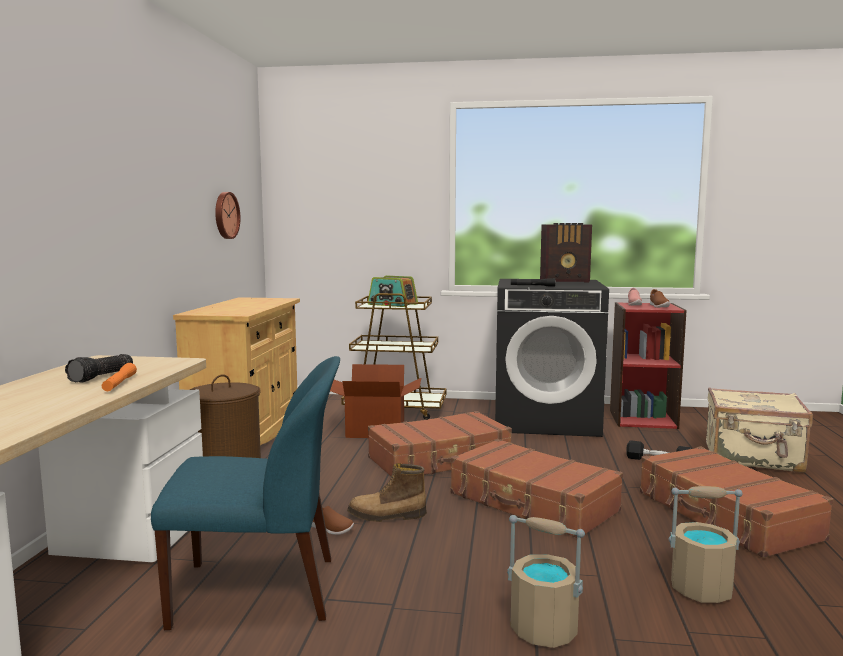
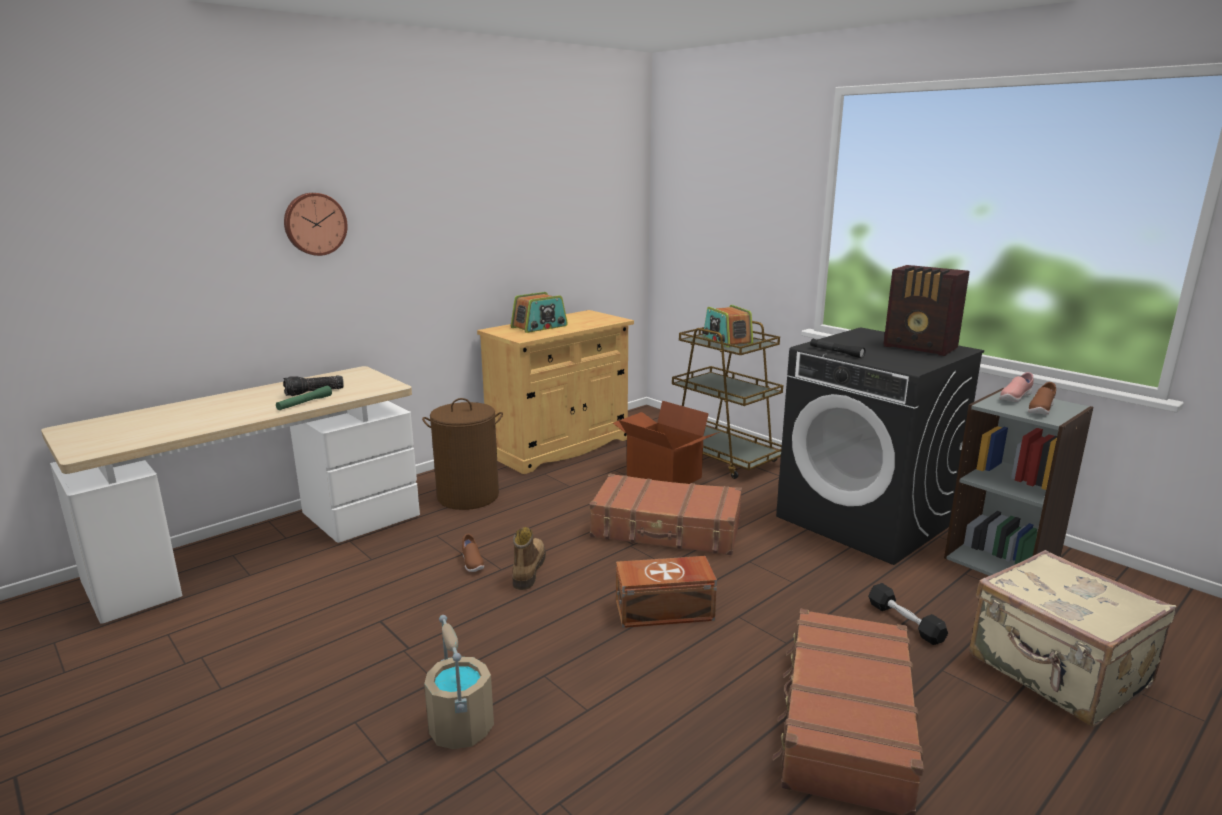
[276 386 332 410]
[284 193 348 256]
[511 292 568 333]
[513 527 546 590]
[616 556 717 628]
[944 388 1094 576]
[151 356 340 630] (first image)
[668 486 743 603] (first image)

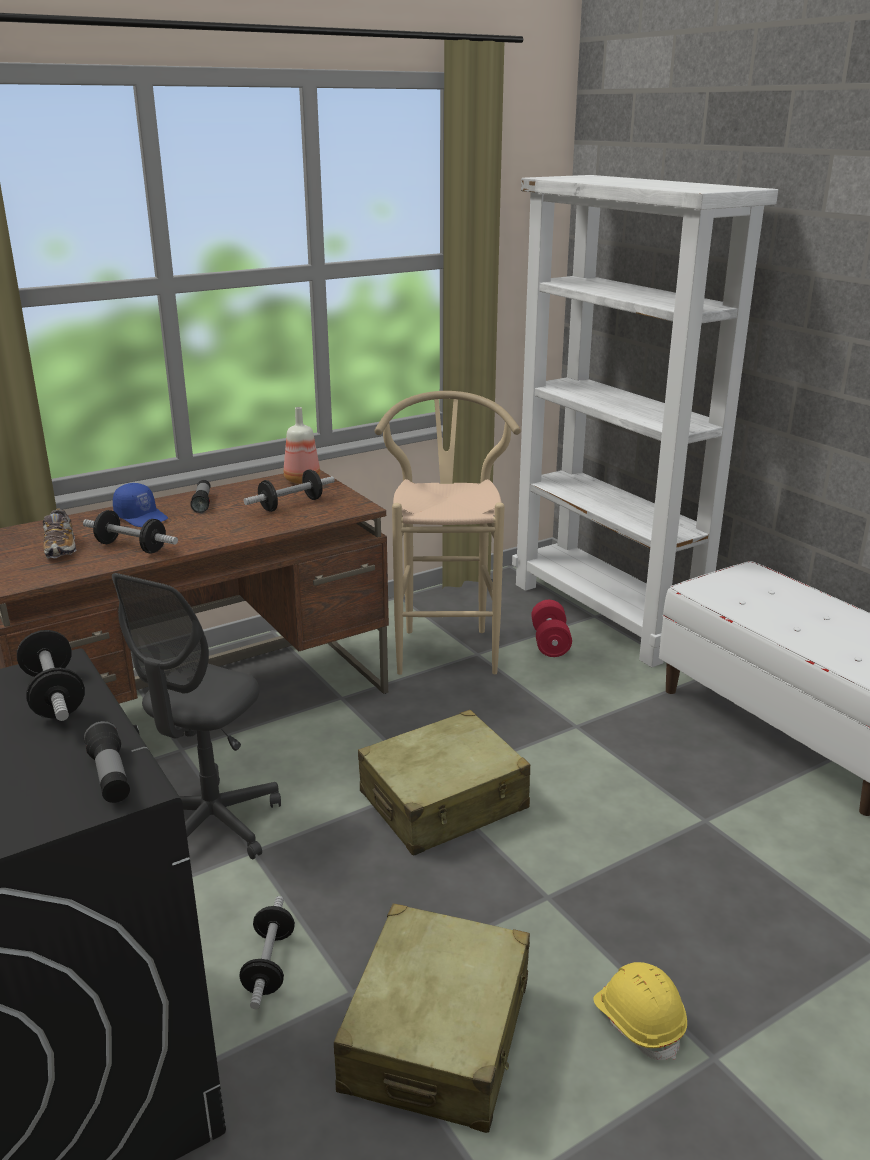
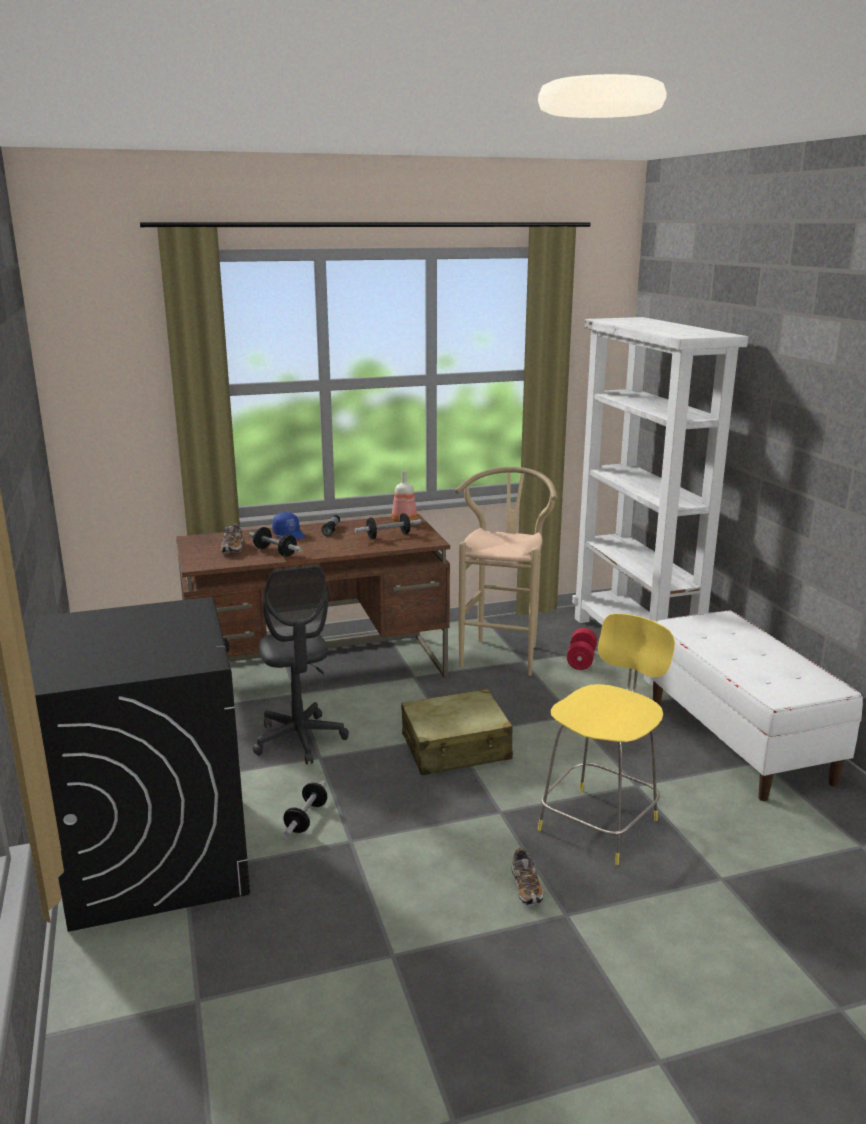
[253 565 349 765]
[511 847 543 906]
[538 613 675 865]
[17 630 85 721] (first image)
[84 721 130 803] (first image)
[334 904 530 1133] (first image)

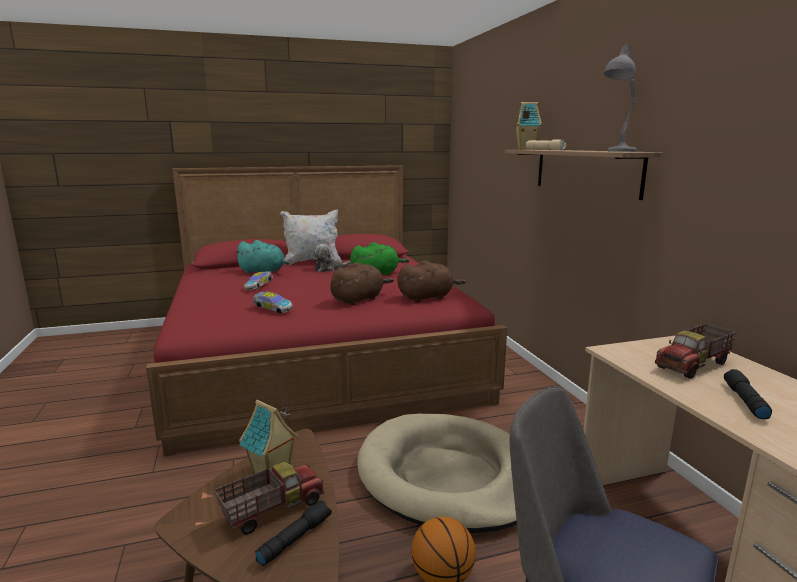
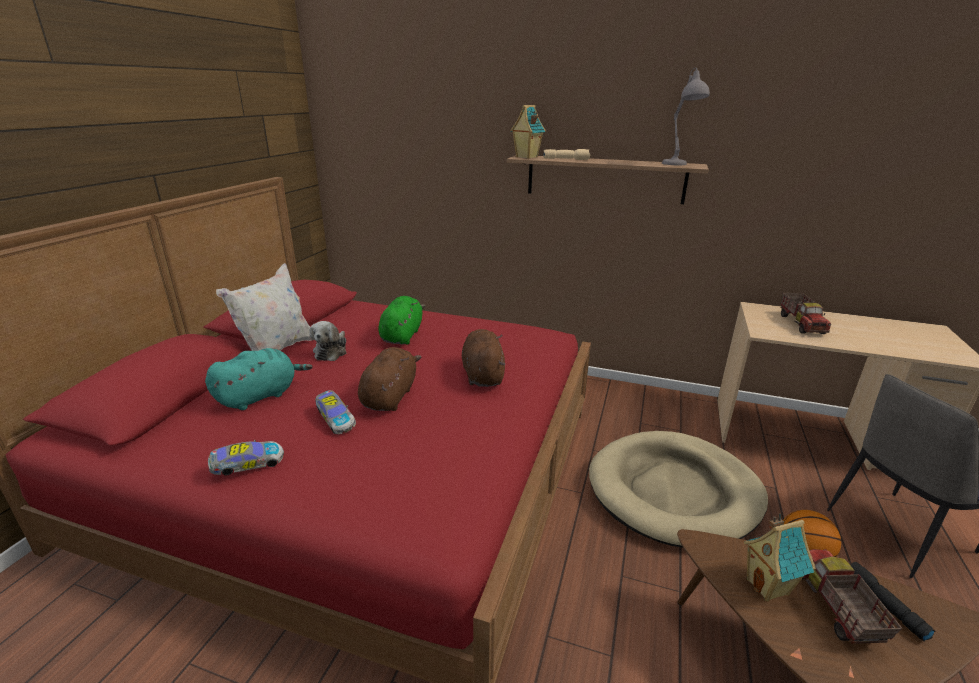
[208 440 284 475]
[358 347 421 411]
[724 369 772 419] (first image)

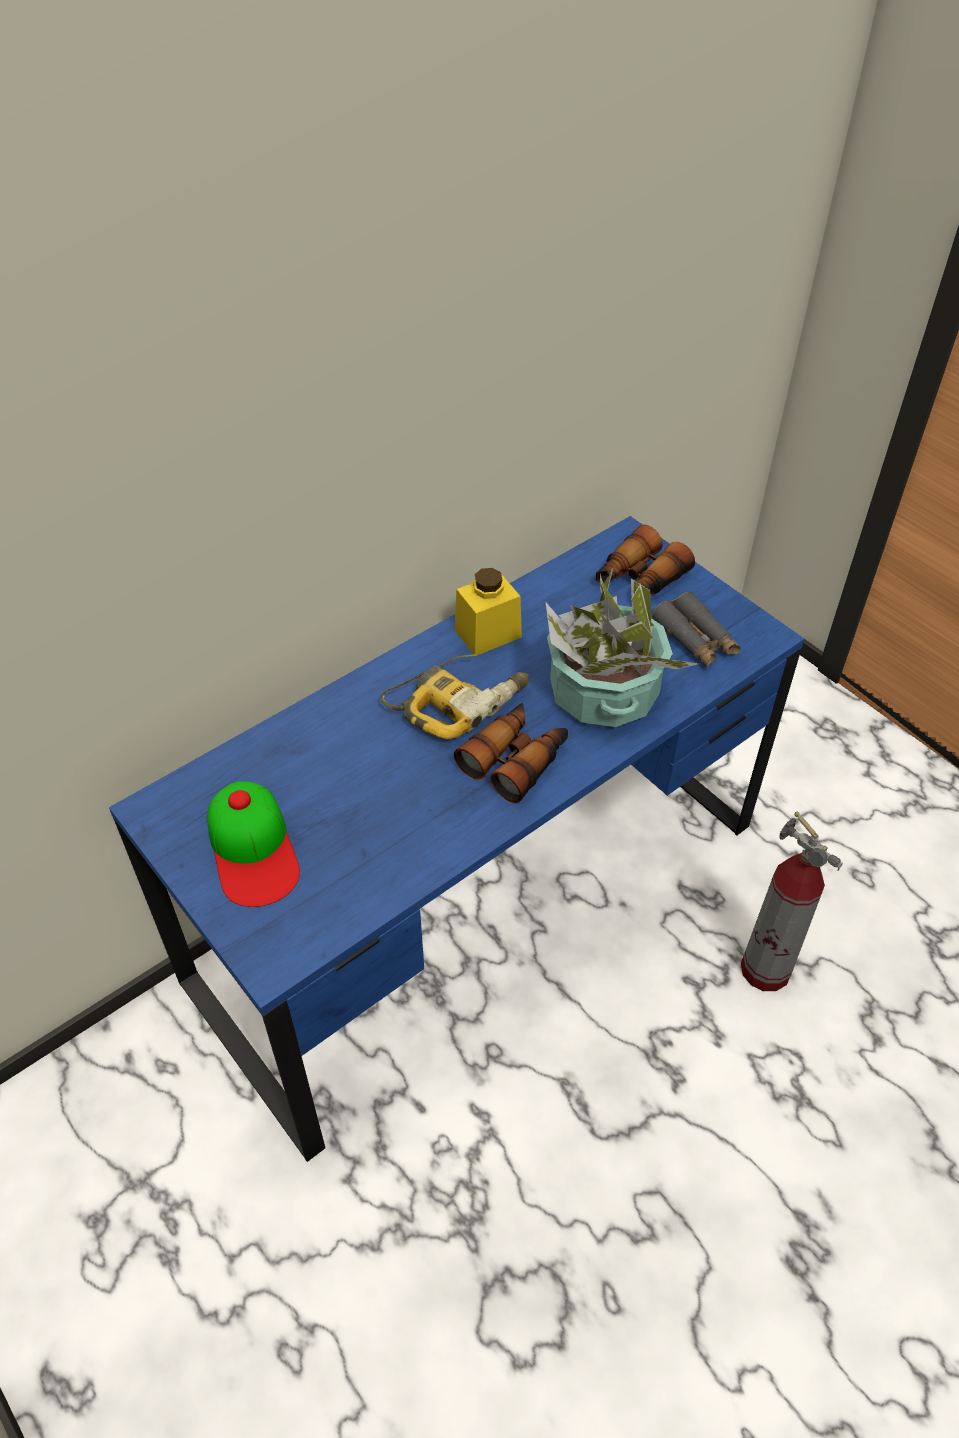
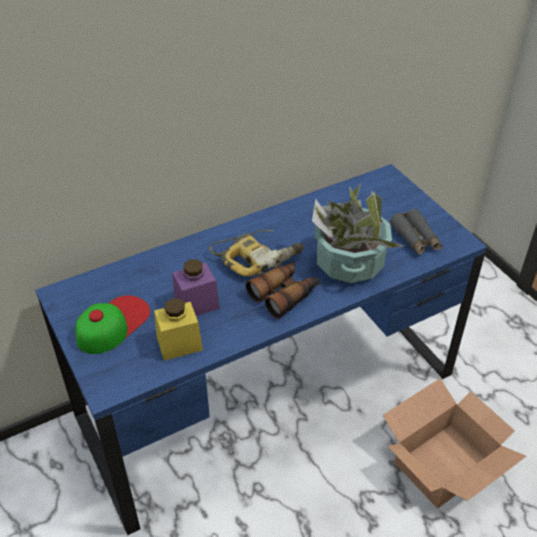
[75 296 150 354]
[154 298 203 361]
[173 259 220 316]
[383 378 526 508]
[596 525 695 594] (first image)

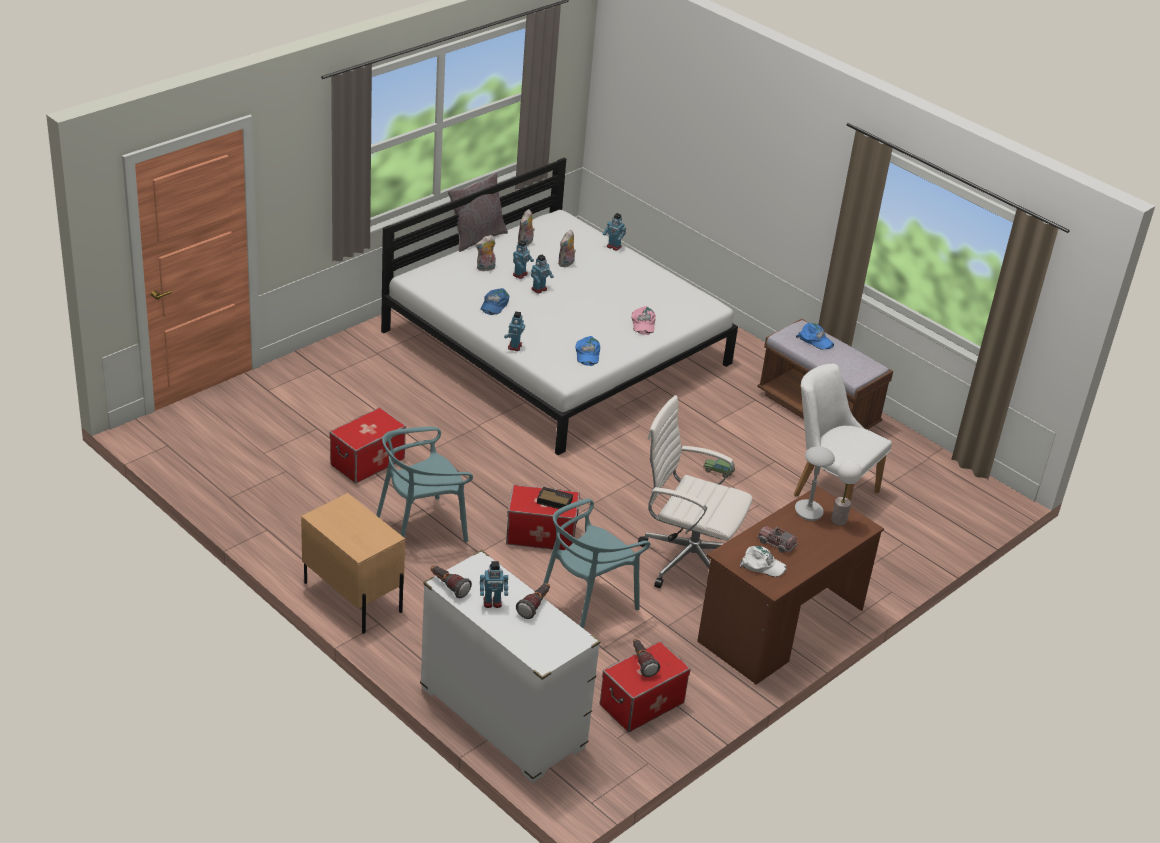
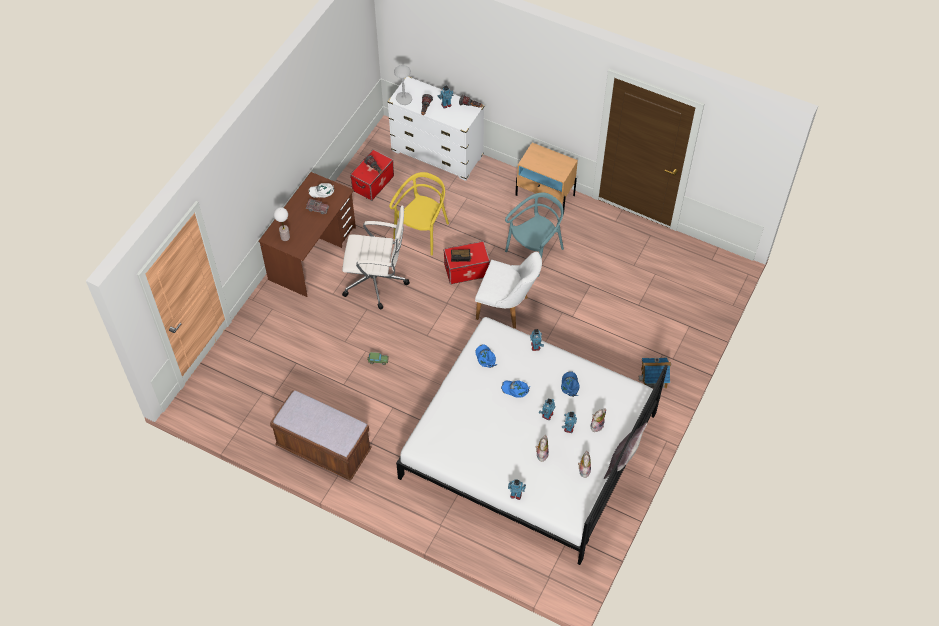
[389 172 449 255]
[394 65 412 105]
[475 252 542 329]
[501 381 530 398]
[639 357 671 388]
[330 407 406 484] (first image)
[631 306 656 335] (first image)

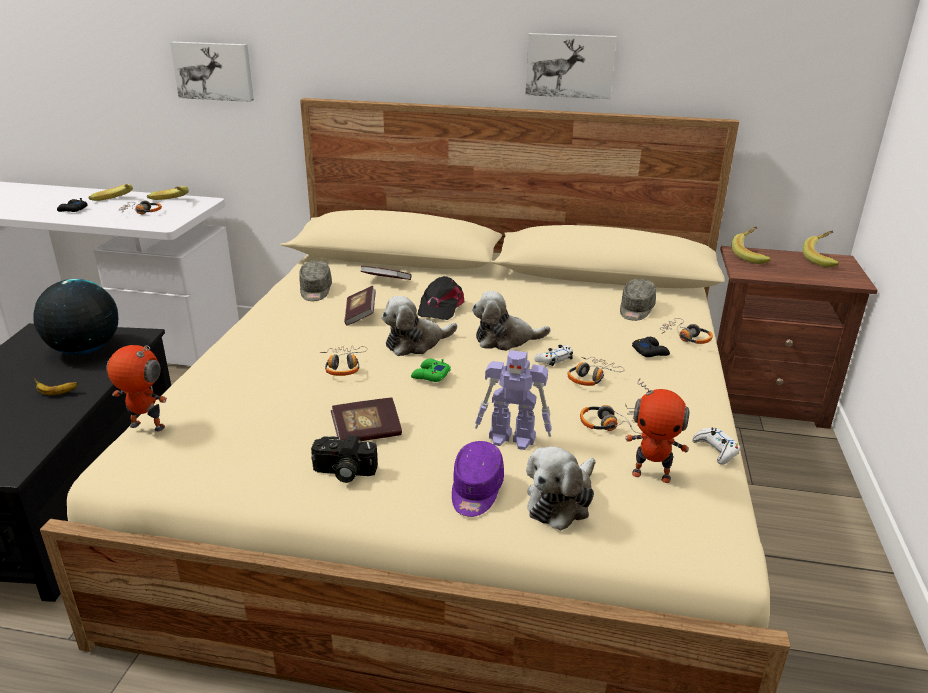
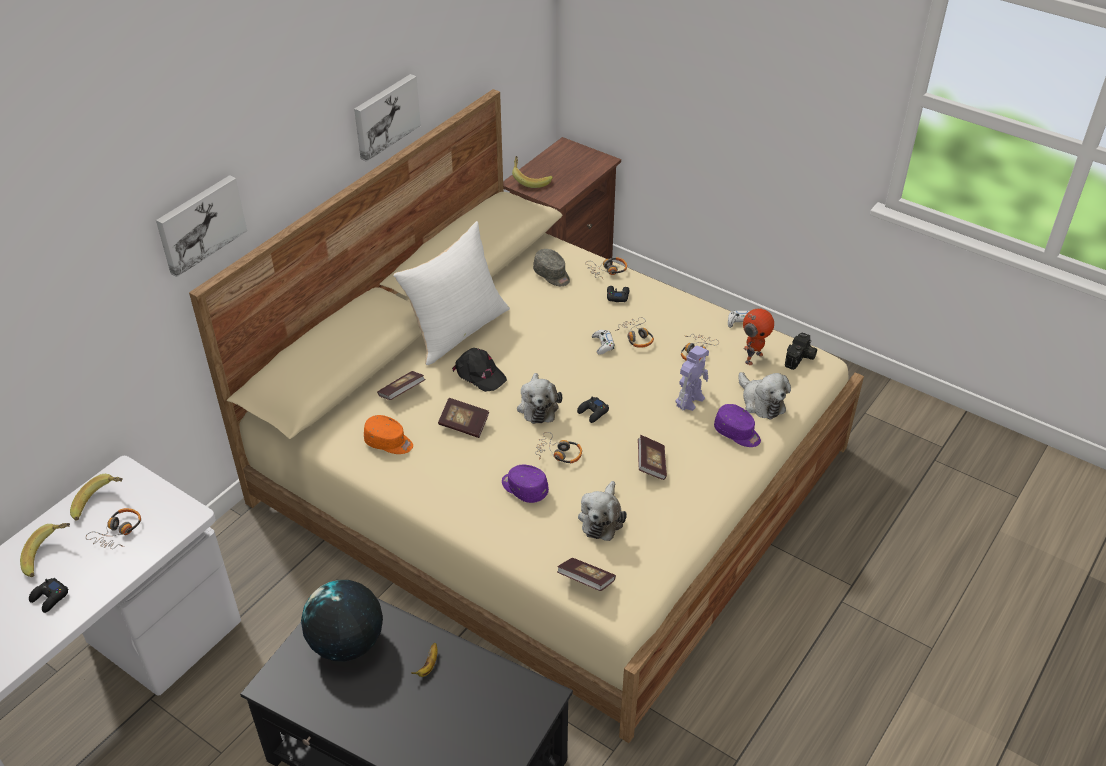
[156 175 247 277]
[364 415 413 454]
[393 221 510 365]
[502 465 549 503]
[557 558 616 591]
[577 396 609 423]
[578 481 627 541]
[785 333 817 370]
[802 231 839 267] (first image)

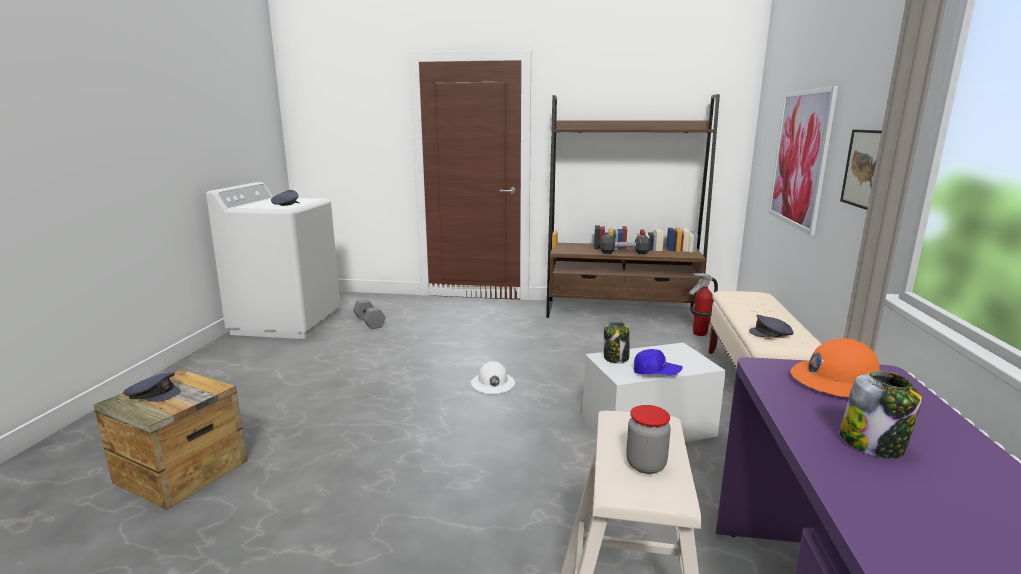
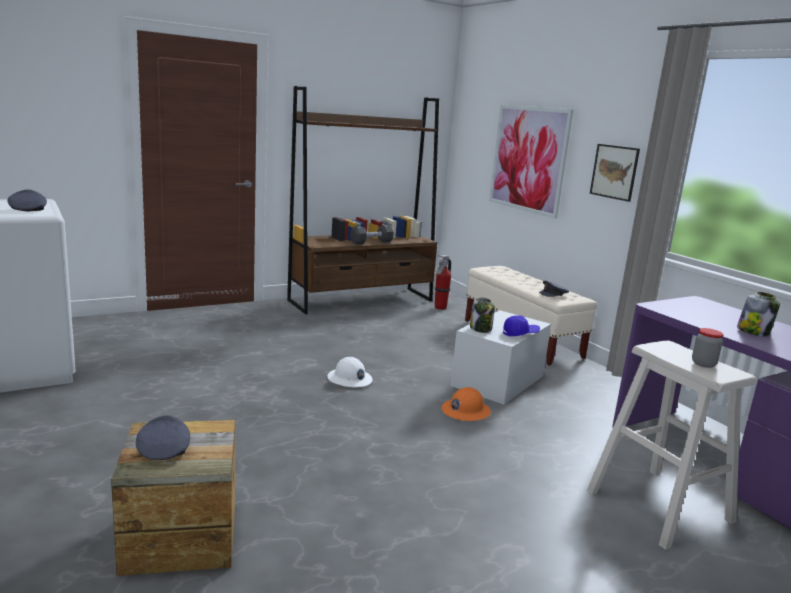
[136 415 190 460]
[442 387 491 421]
[353 299 386 329] (first image)

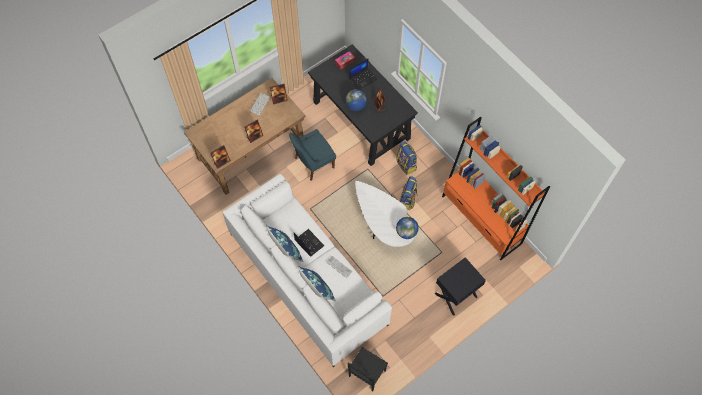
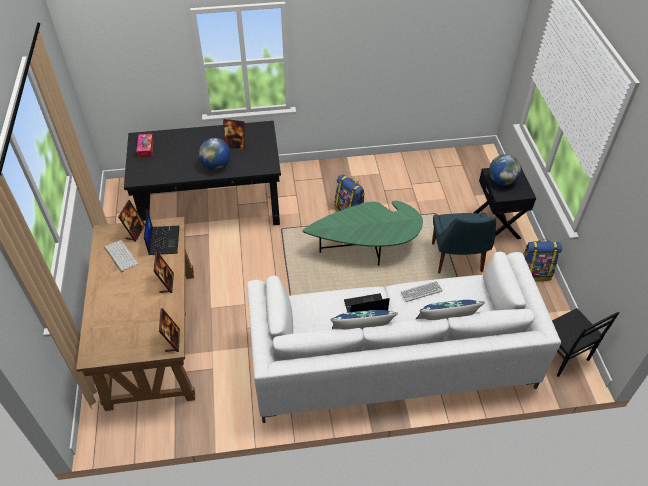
[144 209 179 255]
[303 201 423 266]
[432 213 496 273]
[489 154 521 185]
[523 239 562 281]
[442 117 550 260] (first image)

